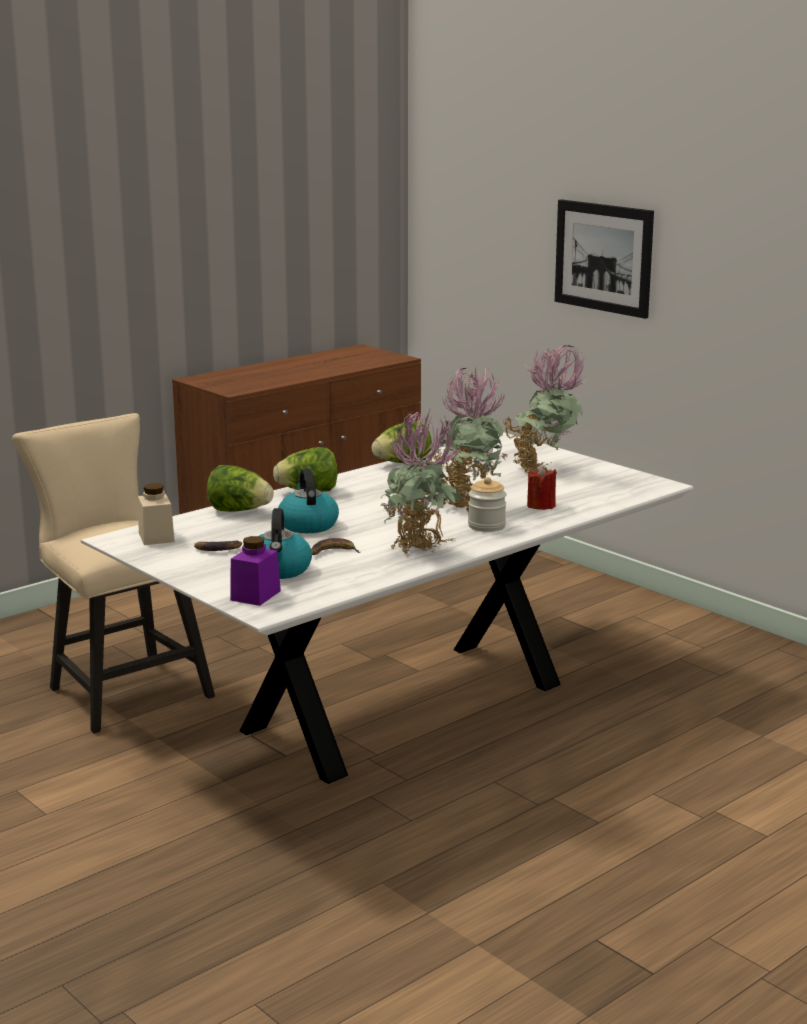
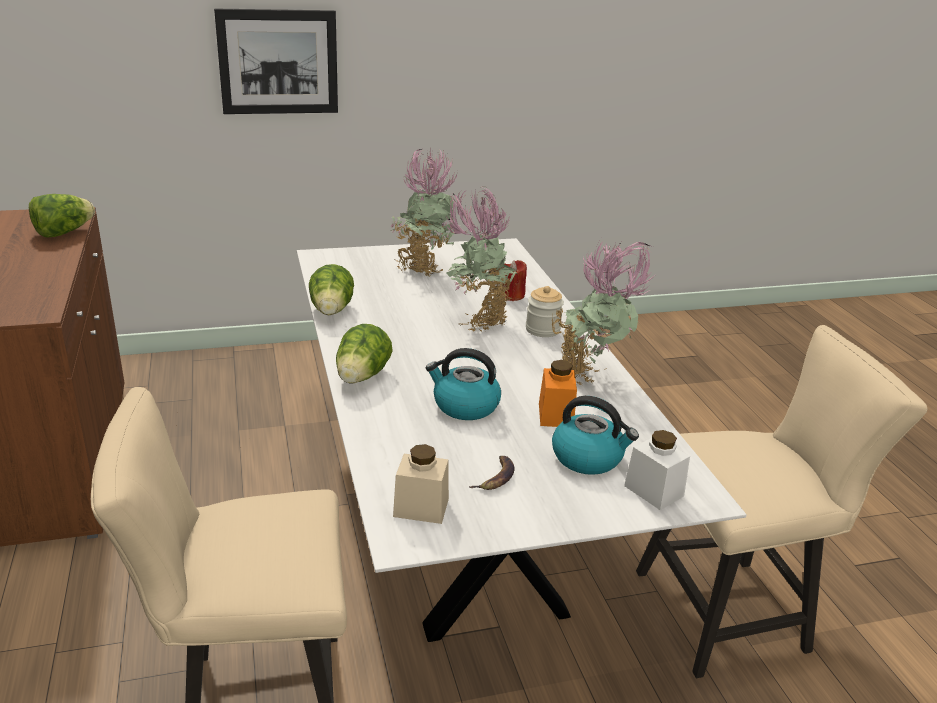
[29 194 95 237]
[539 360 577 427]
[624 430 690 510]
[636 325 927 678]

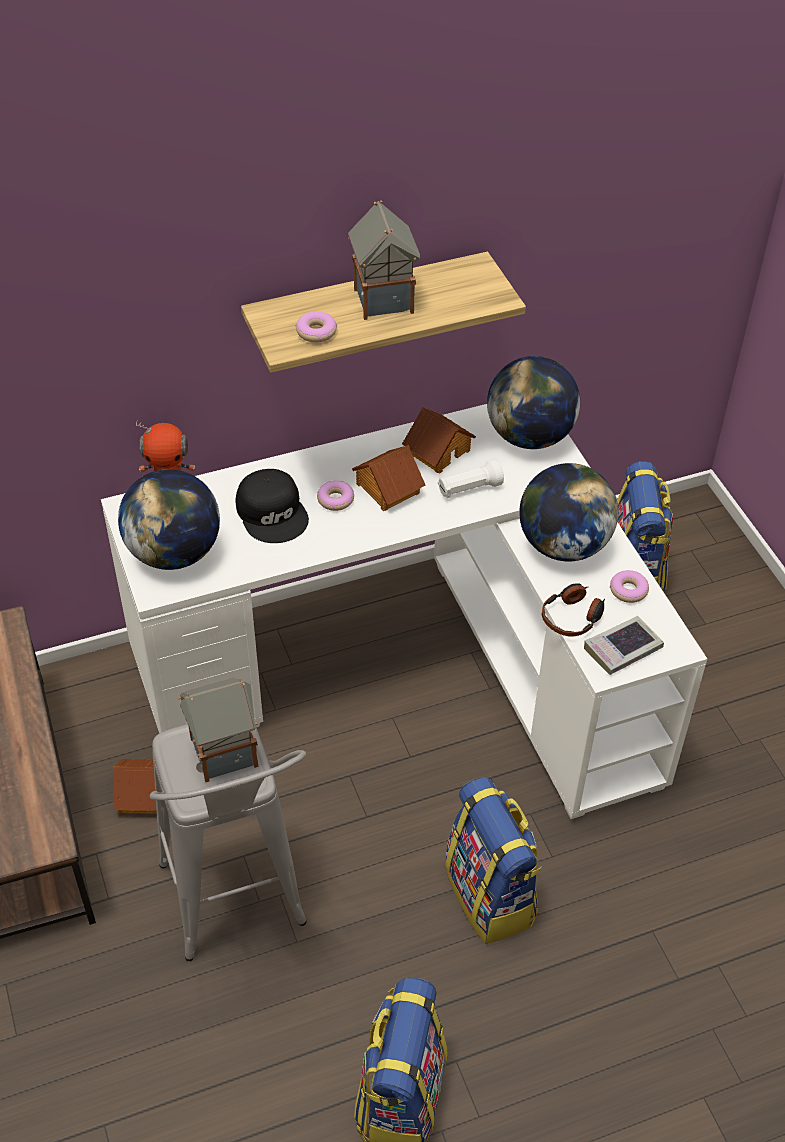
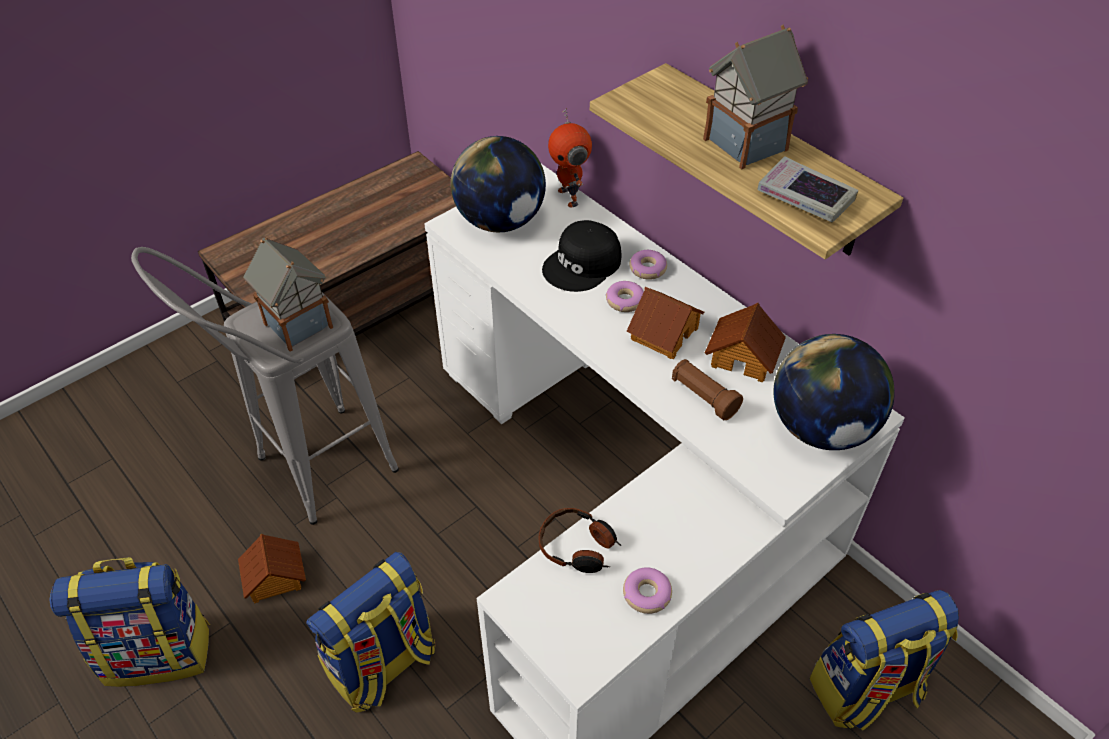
[238 534 306 603]
[629 250 667 280]
[672 359 743 420]
[757 156 858 223]
[519 463 618 562] (first image)

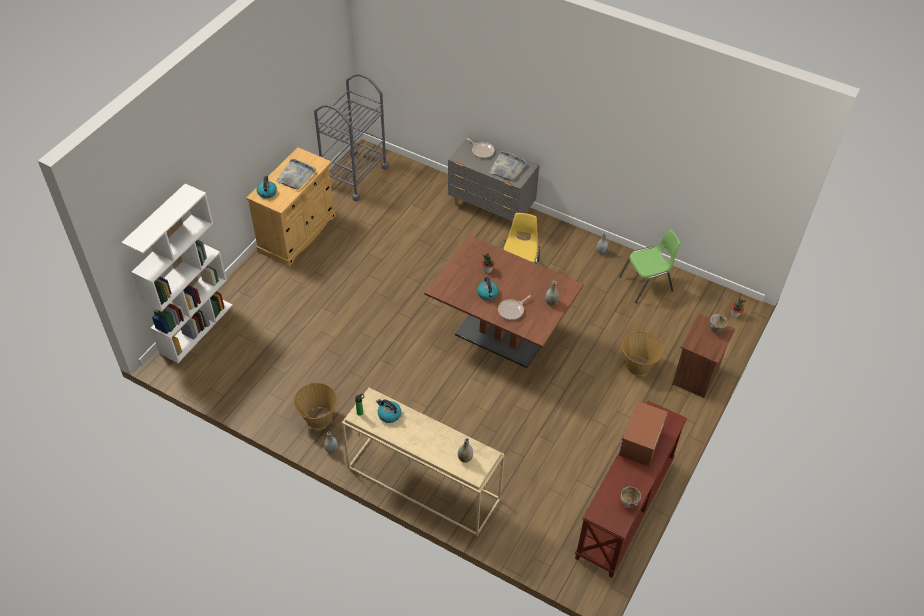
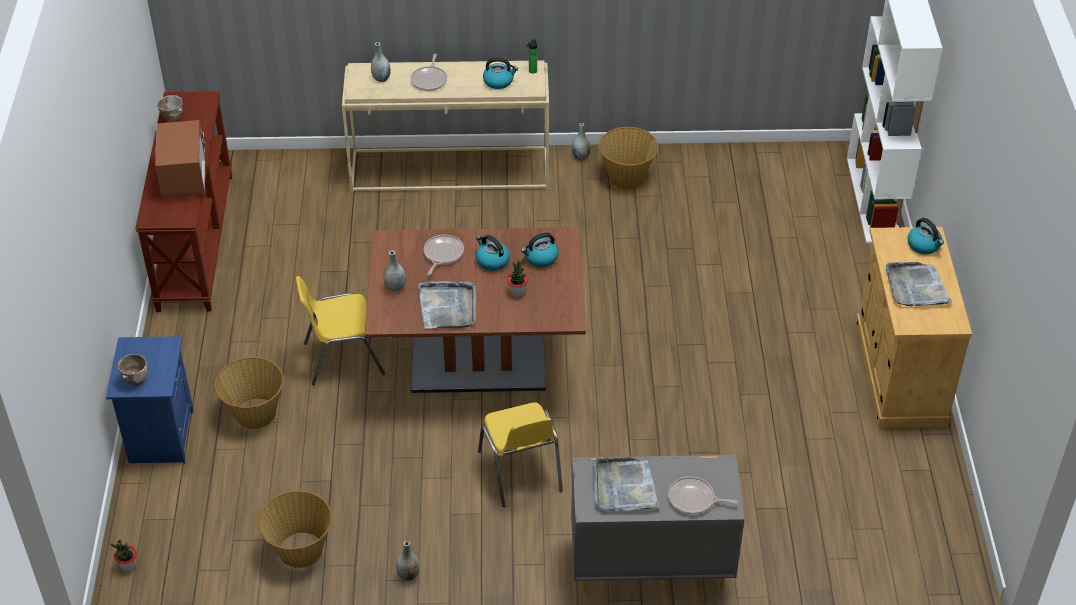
[106 336 193 464]
[258 490 332 568]
[296 276 385 385]
[410 54 447 91]
[419 281 476 329]
[521 232 559 268]
[314 73 389 201] (first image)

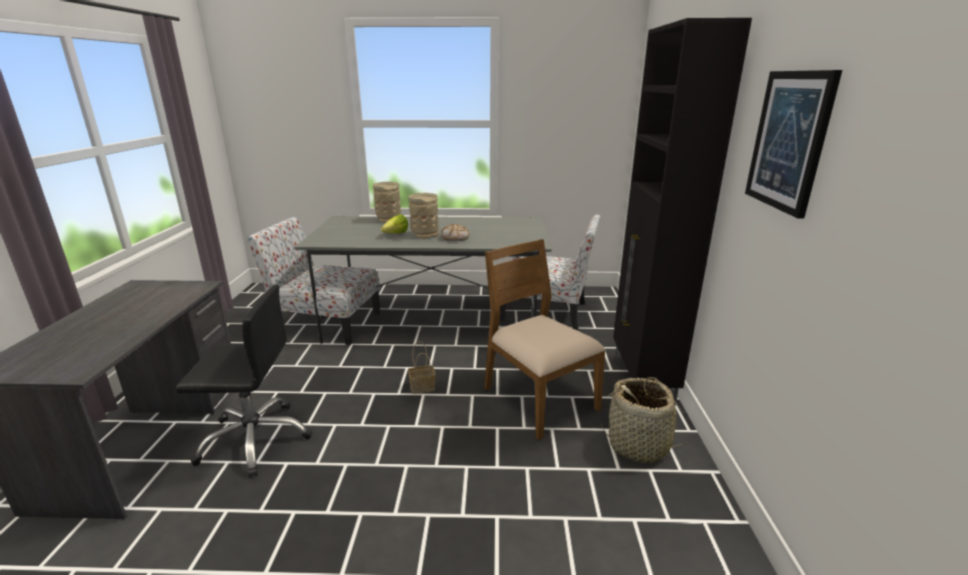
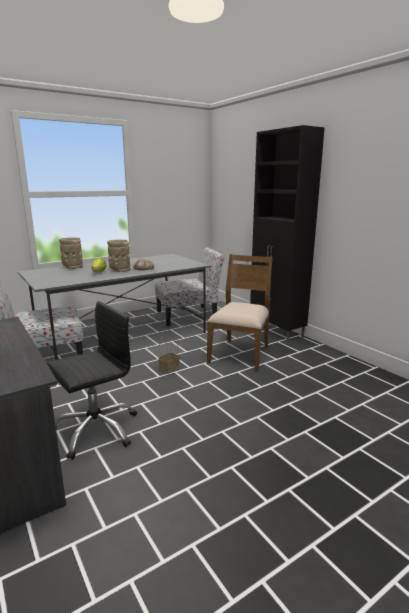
[207 254 273 371]
[601 377 692 463] (first image)
[745 70 842 219] (first image)

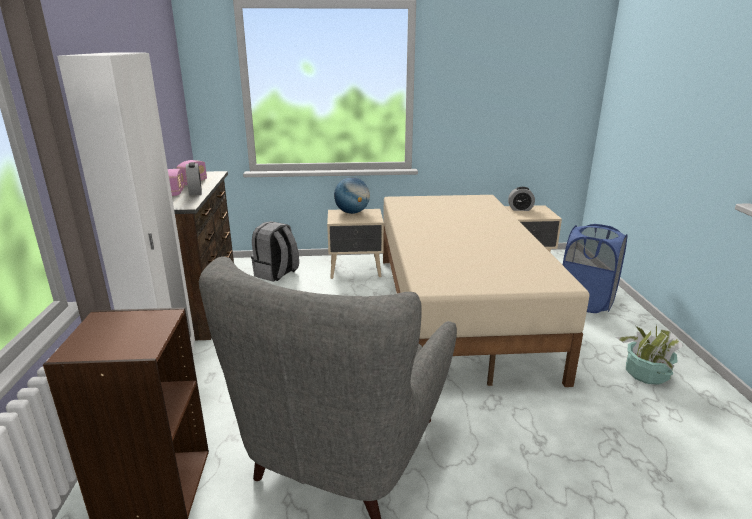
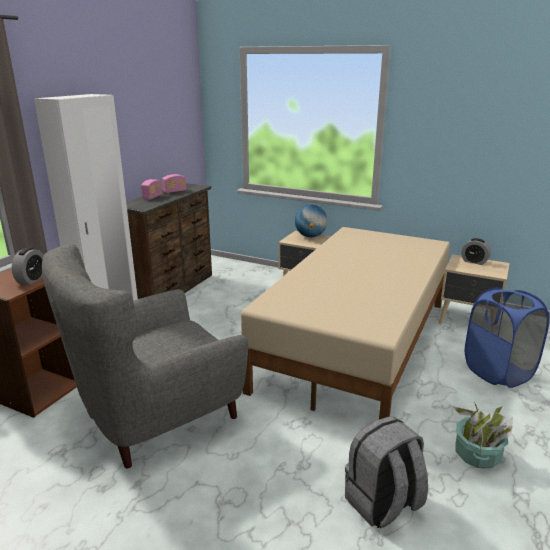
[12 248 44 285]
[345 416 428 528]

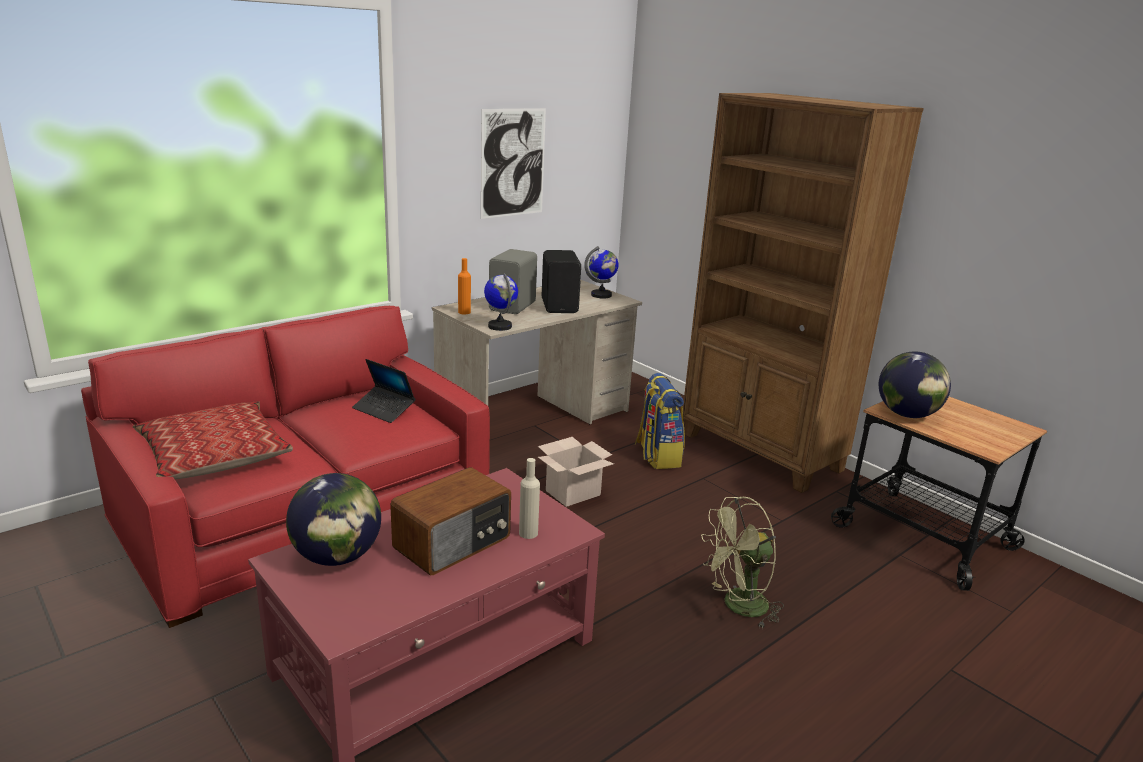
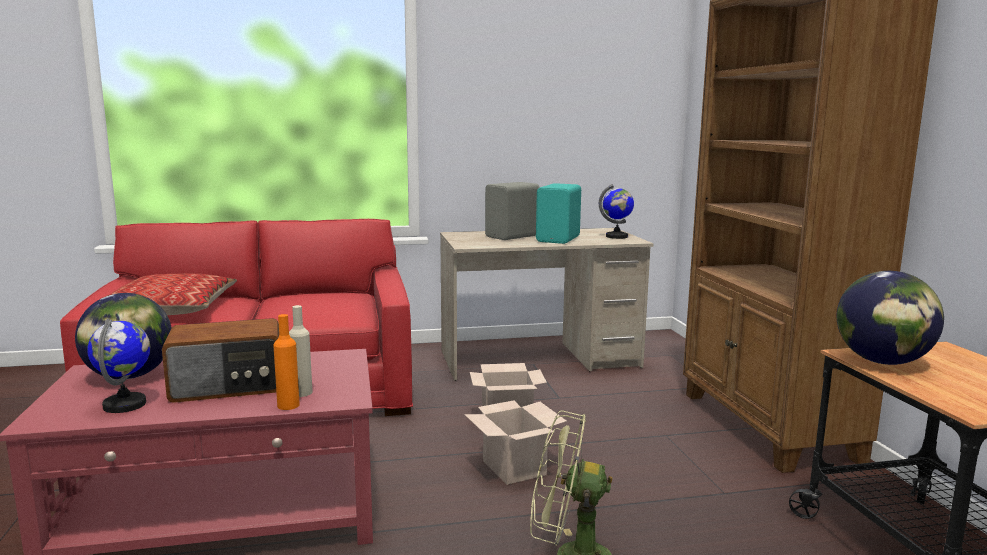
[87 318 150 413]
[273 314 300 410]
[464 400 567 485]
[536 183 581 244]
[352 359 415 423] (first image)
[481 108 546 219] (first image)
[635 373 685 469] (first image)

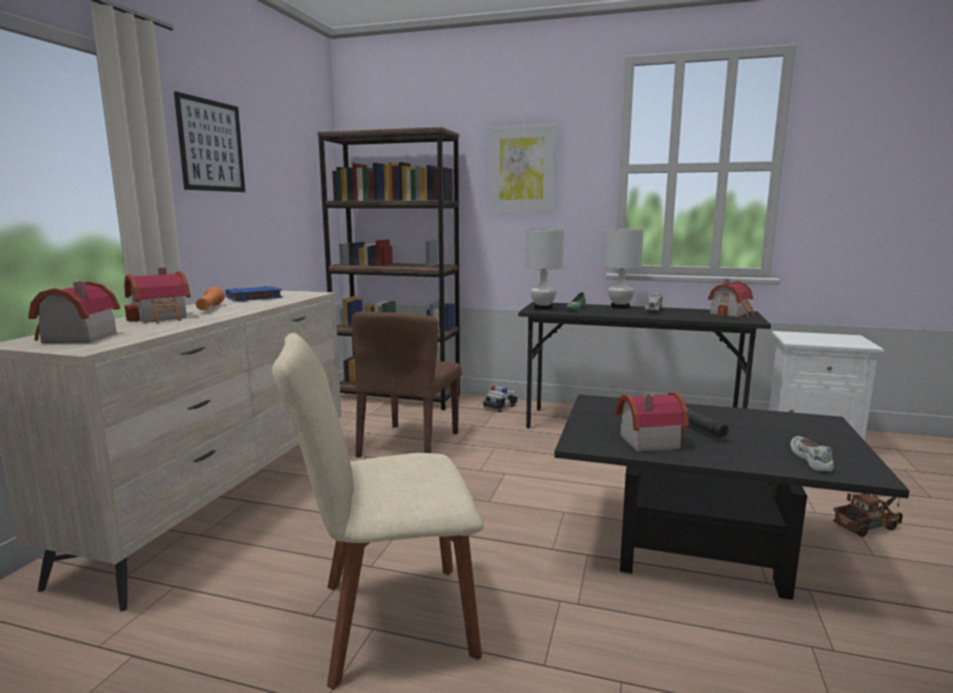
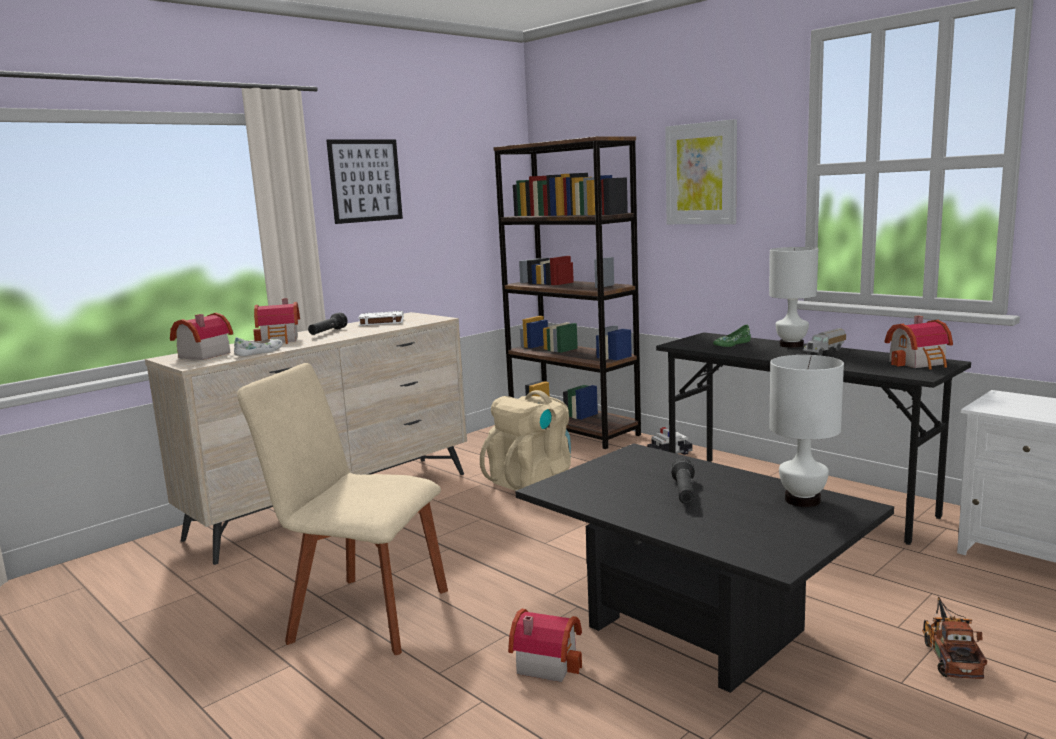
[234 337 283 356]
[308 312 348 335]
[358 311 404 326]
[480 390 571 491]
[508 609 582 682]
[769 355 844 507]
[922 597 987 679]

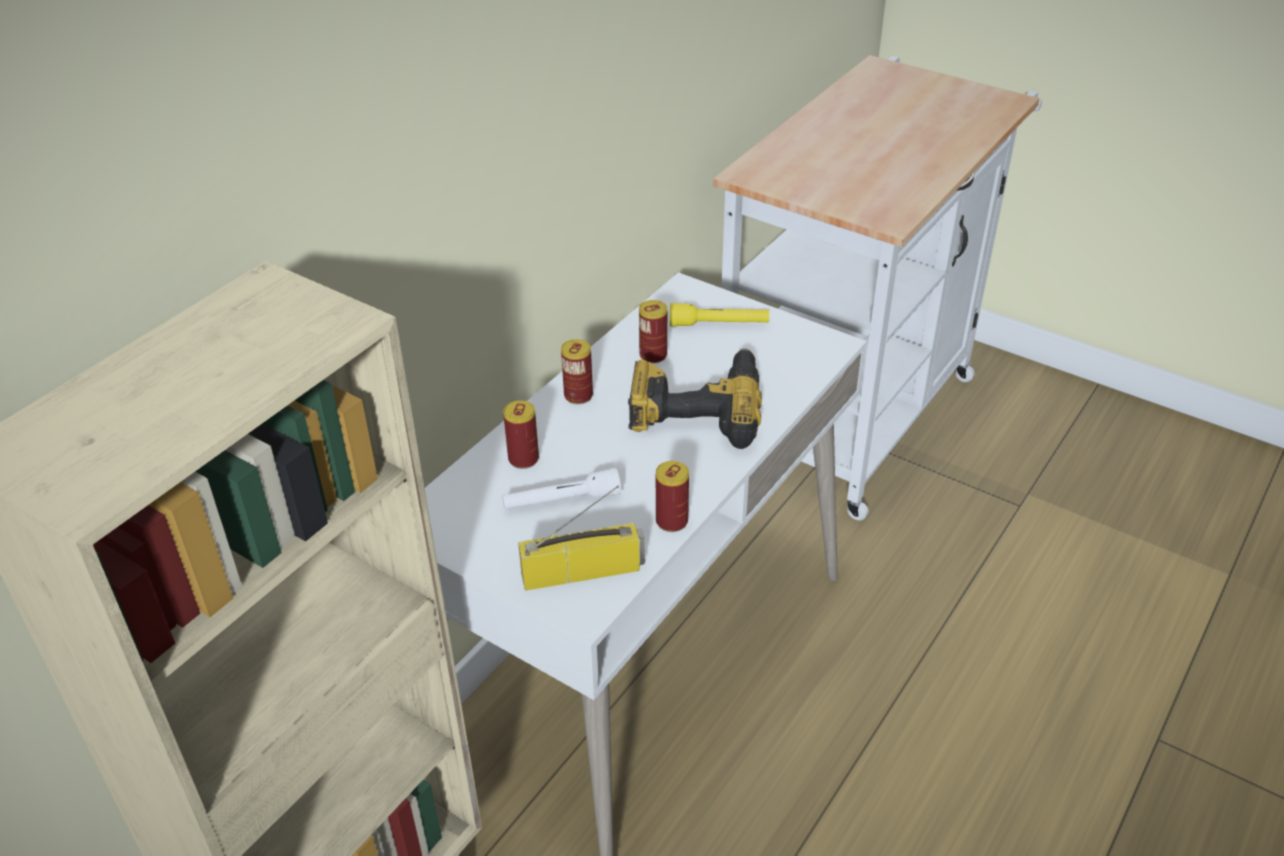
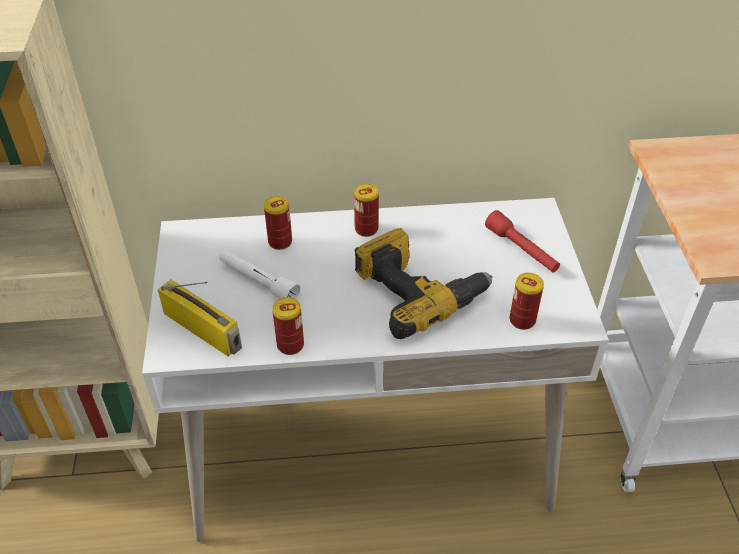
[485 210 560 273]
[510 273 544 330]

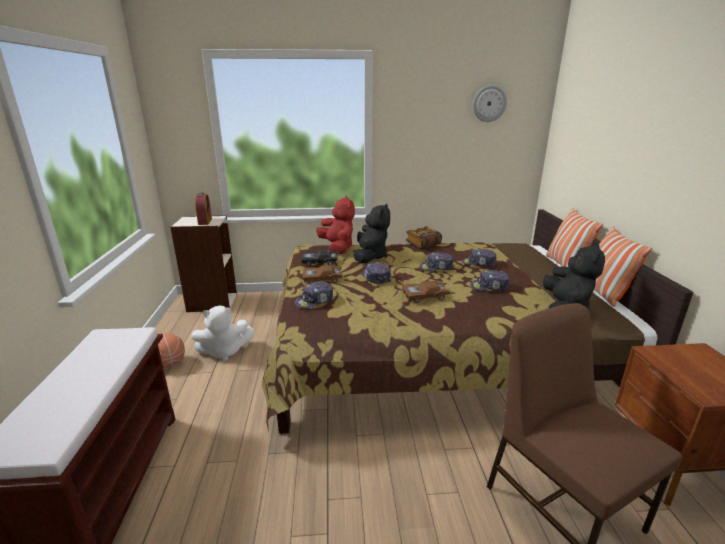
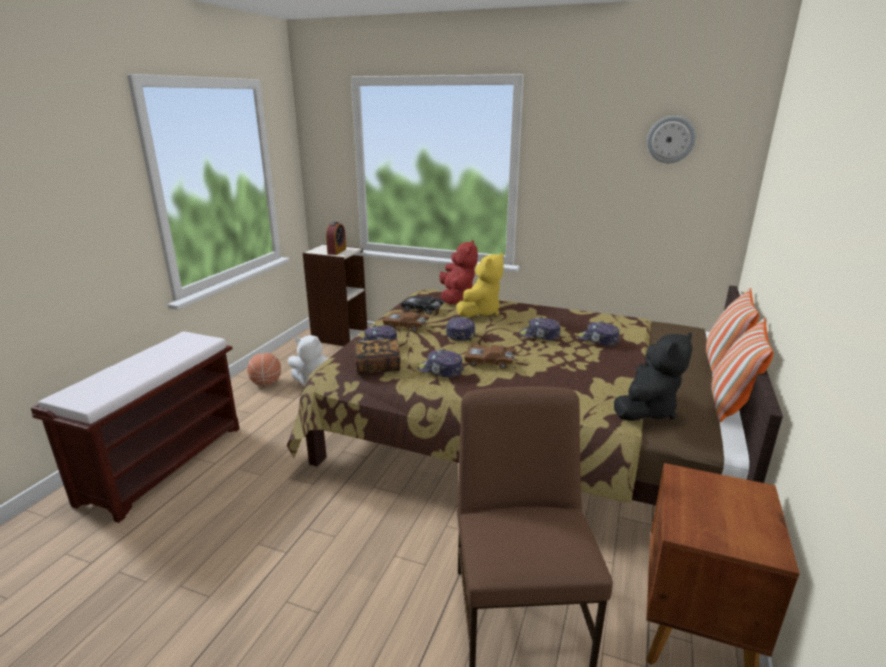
[354 339 401 374]
[417 349 464 377]
[457 253 504 318]

